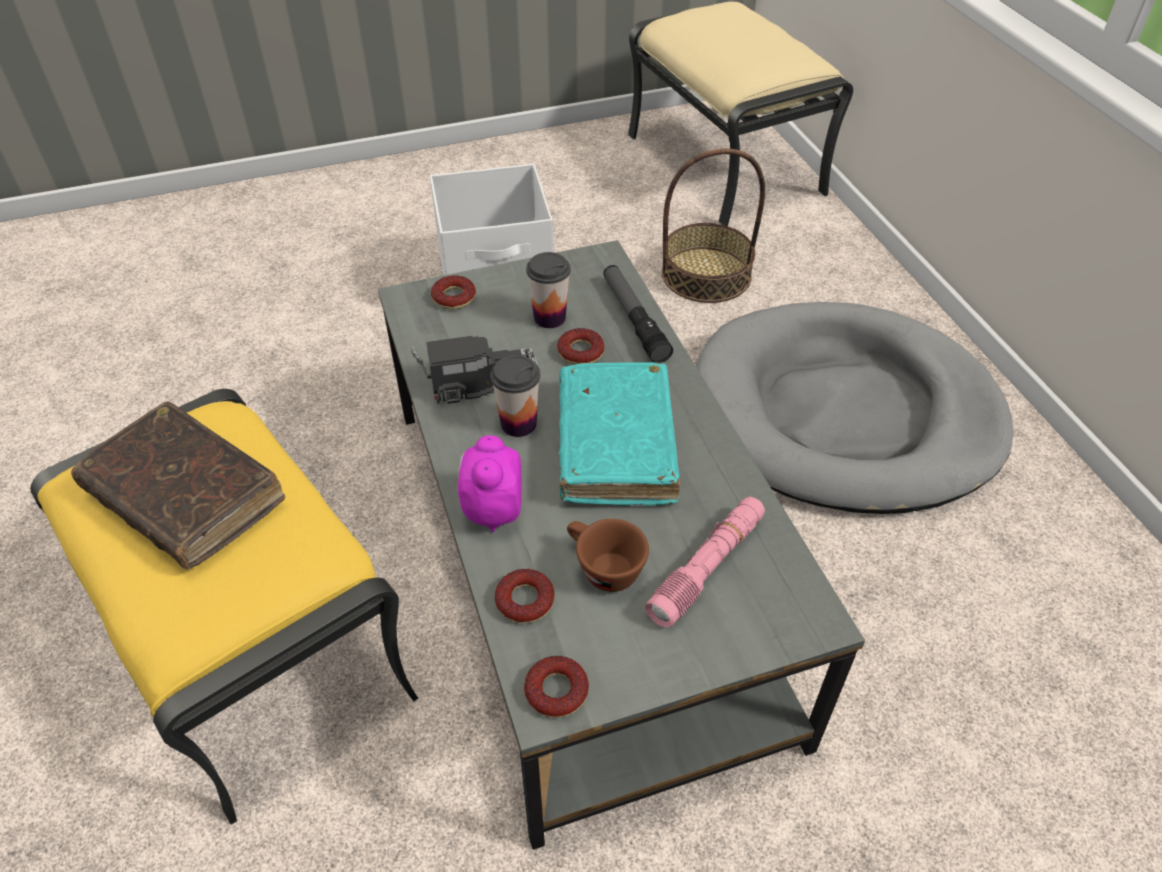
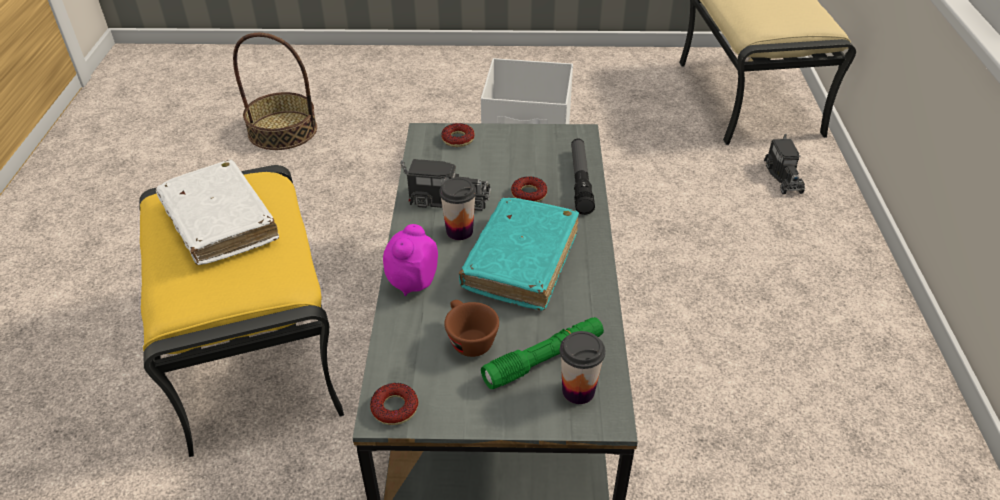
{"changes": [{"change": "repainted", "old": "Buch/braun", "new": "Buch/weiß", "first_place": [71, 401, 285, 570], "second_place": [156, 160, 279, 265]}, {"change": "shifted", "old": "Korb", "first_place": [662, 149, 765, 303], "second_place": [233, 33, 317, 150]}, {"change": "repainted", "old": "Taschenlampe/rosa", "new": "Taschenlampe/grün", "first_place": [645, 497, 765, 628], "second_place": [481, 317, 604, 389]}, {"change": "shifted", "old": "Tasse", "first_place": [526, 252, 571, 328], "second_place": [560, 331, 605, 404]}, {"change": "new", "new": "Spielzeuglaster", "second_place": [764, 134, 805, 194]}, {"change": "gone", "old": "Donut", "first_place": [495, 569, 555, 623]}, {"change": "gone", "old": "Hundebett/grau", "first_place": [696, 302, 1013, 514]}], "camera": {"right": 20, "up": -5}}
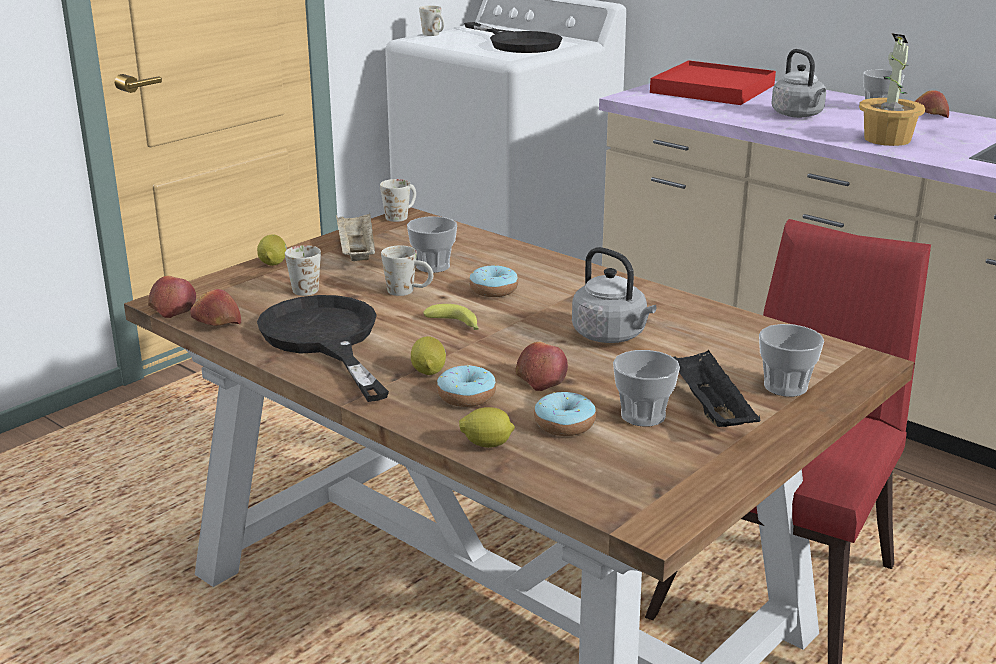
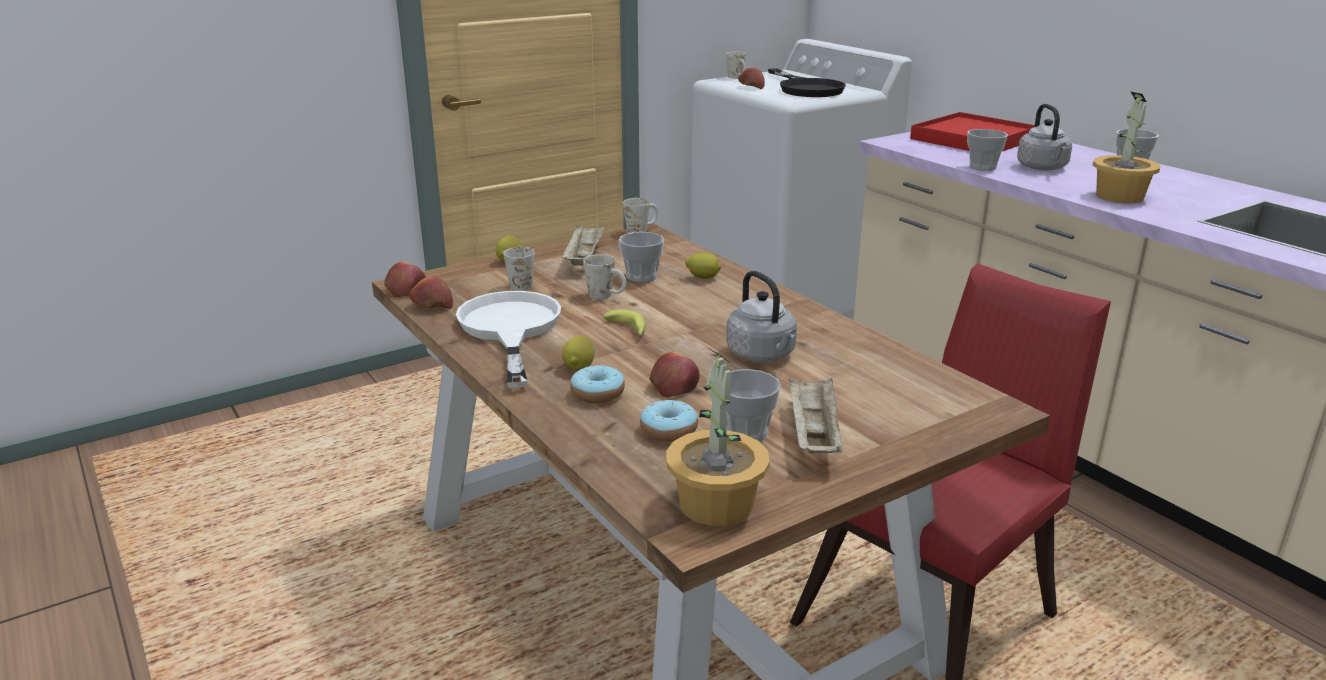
{"changes": [{"change": "repainted", "old": "Pfanne/schwarz", "new": "Pfanne/weiß", "first_place": [257, 295, 389, 402], "second_place": [456, 291, 561, 388]}, {"change": "new", "new": "Topfpflanze", "second_place": [666, 347, 770, 526]}, {"change": "shifted", "old": "Zitrone", "first_place": [459, 407, 515, 448], "second_place": [685, 252, 721, 279]}, {"change": "shifted", "old": "Apfel", "first_place": [915, 90, 949, 118], "second_place": [738, 68, 765, 89]}, {"change": "repainted", "old": "Tablett/schwarz", "new": "Tablett/beige", "first_place": [673, 349, 761, 427], "second_place": [789, 378, 842, 453]}, {"change": "shifted", "old": "Tasse", "first_place": [759, 324, 824, 397], "second_place": [967, 129, 1008, 171]}, {"change": "gone", "old": "Donut", "first_place": [469, 265, 518, 297]}], "camera": {"right": 15, "up": 0}}
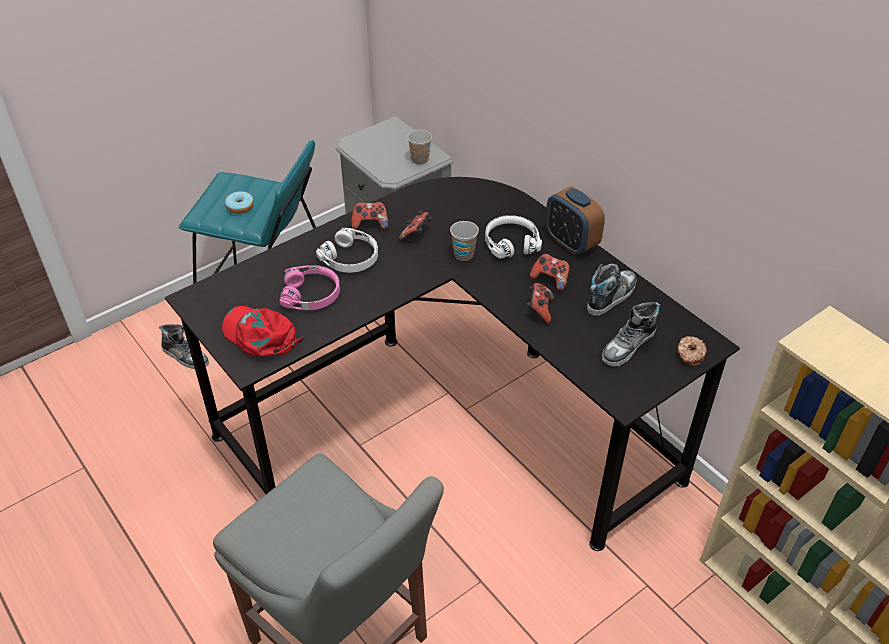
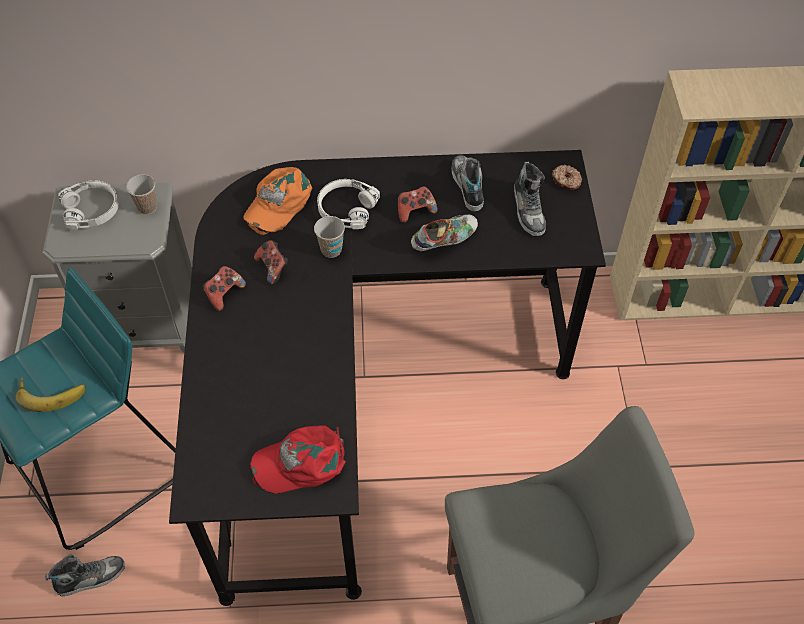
{"changes": [{"change": "swapped", "old": "Donut", "new": "Banane", "first_place": [225, 191, 254, 214], "second_place": [16, 377, 86, 412]}, {"change": "shifted", "old": "Kopfhörer/weiß", "first_place": [316, 228, 378, 273], "second_place": [58, 180, 119, 229]}, {"change": "new", "new": "Kappe/orange", "second_place": [243, 167, 312, 235]}, {"change": "swapped", "old": "Gamepad", "new": "Schuh", "first_place": [527, 283, 554, 324], "second_place": [411, 215, 478, 251]}, {"change": "gone", "old": "Kopfhörer/rosa", "first_place": [279, 265, 340, 310]}, {"change": "gone", "old": "Wecker", "first_place": [545, 187, 605, 255]}], "camera": {"right": -55, "up": 10}}
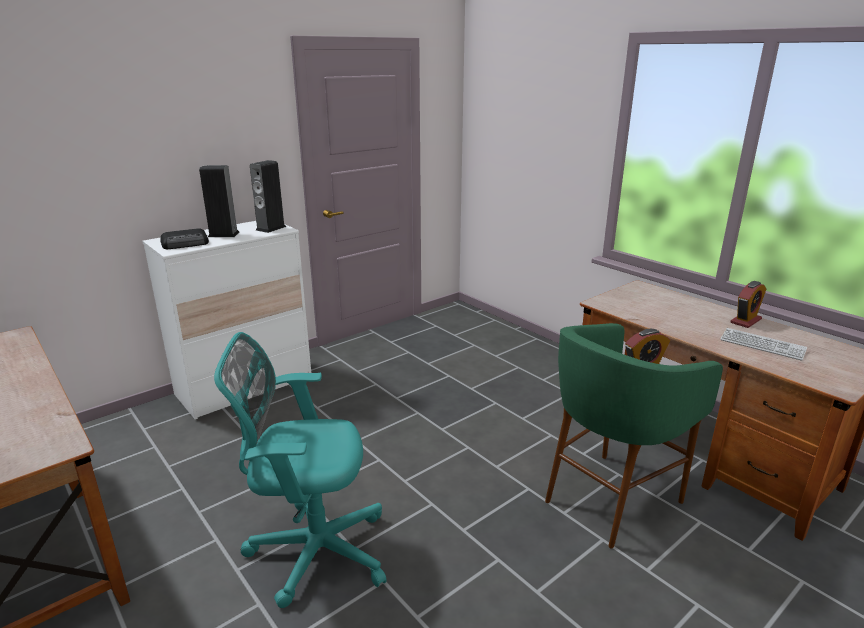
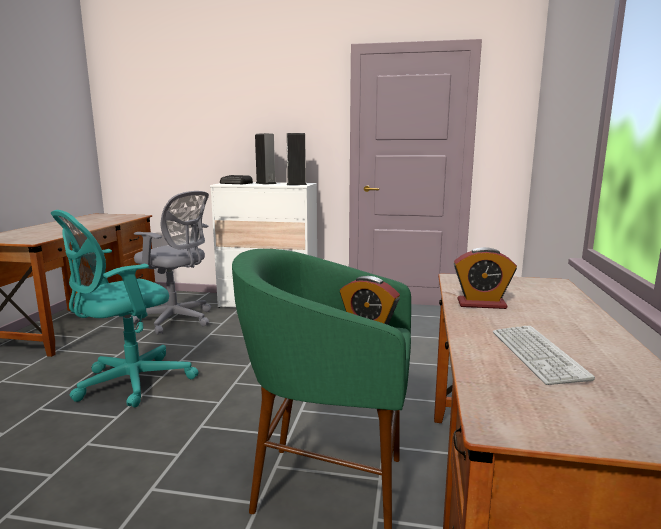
{"changes": [{"change": "rotated", "old": "Bürostuhl/türkis", "first_place": [214, 332, 387, 608], "second_place": [51, 210, 199, 407], "degrees": -90}, {"change": "new", "new": "Bürostuhl/grau", "second_place": [131, 191, 211, 335]}, {"change": "shifted", "old": "Wecker", "first_place": [730, 281, 766, 328], "second_place": [454, 247, 517, 309]}], "camera": {"right": 50, "up": -10}}
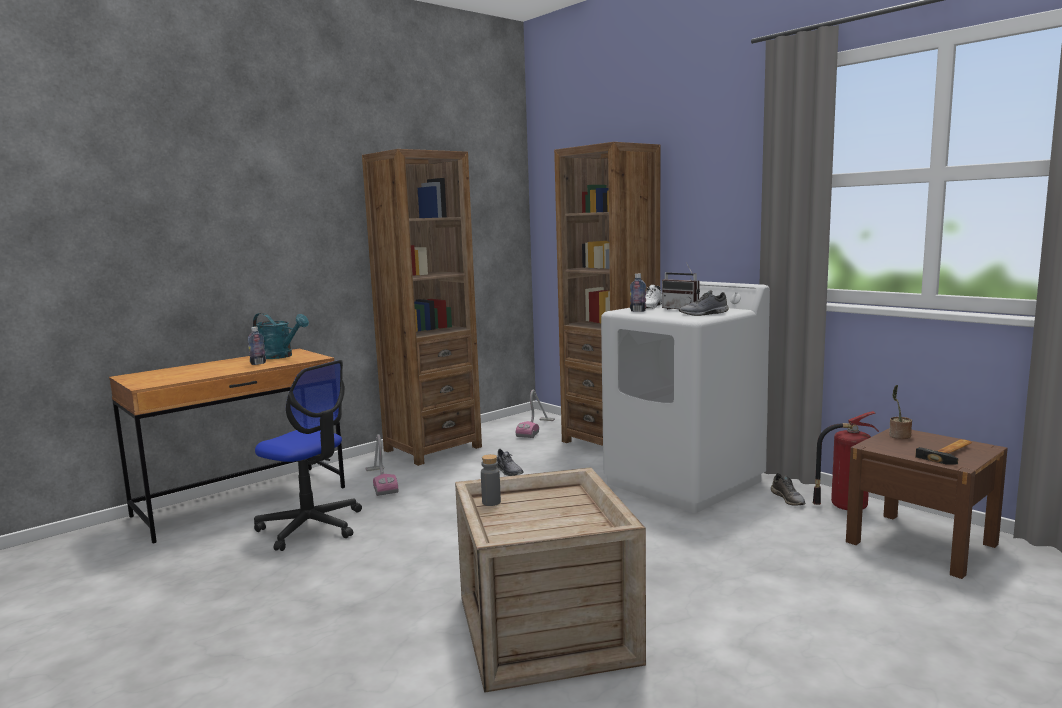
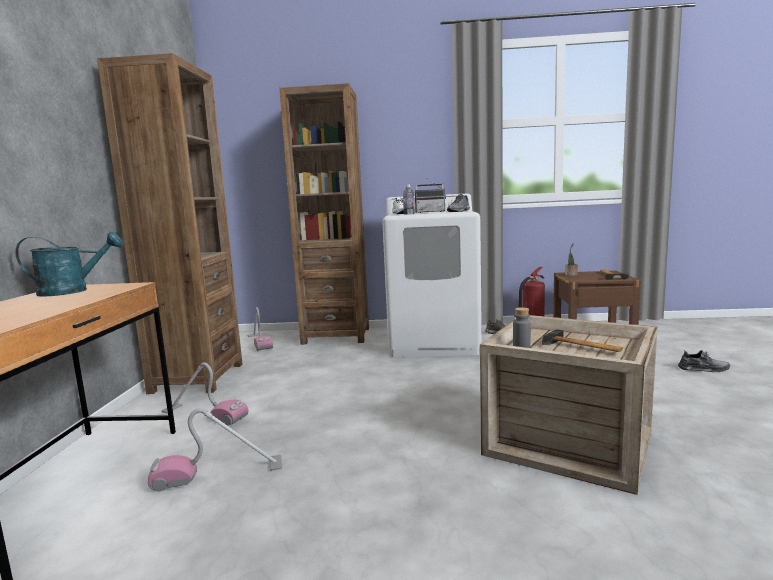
{"changes": [{"change": "swapped", "old": "Bürostuhl", "new": "Staubsauger", "first_place": [254, 360, 362, 551], "second_place": [148, 408, 282, 491]}, {"change": "new", "new": "Hammer", "second_place": [542, 329, 623, 352]}, {"change": "shifted", "old": "Schuh/grau", "first_place": [496, 449, 524, 476], "second_place": [678, 350, 730, 372]}, {"change": "gone", "old": "Flasche", "first_place": [248, 327, 266, 365]}], "camera": {"right": -45, "up": 0}}
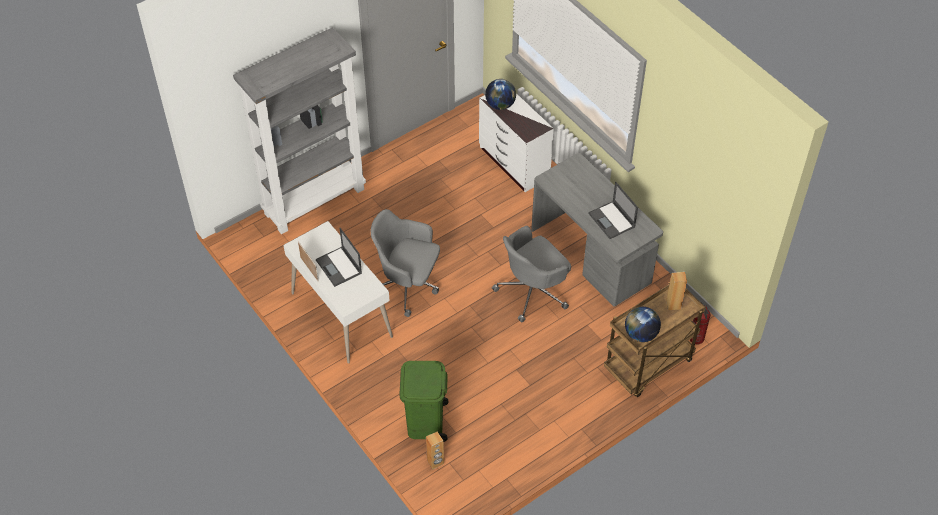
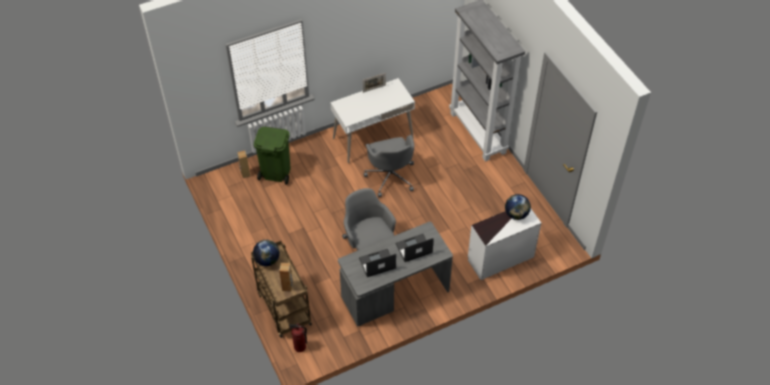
{"changes": [{"change": "rotated", "old": "Bürostuhl/grau", "first_place": [371, 209, 440, 317], "second_place": [363, 135, 415, 197], "degrees": 135}, {"change": "shifted", "old": "Laptop", "first_place": [316, 228, 362, 287], "second_place": [395, 234, 434, 262]}], "camera": {"right": 100, "up": 0}}
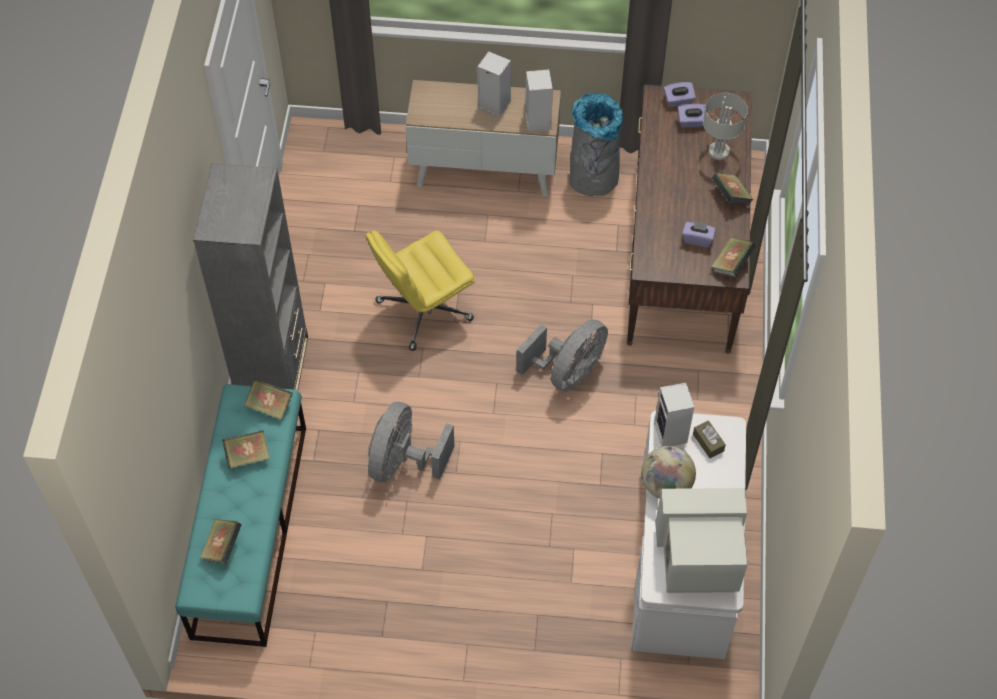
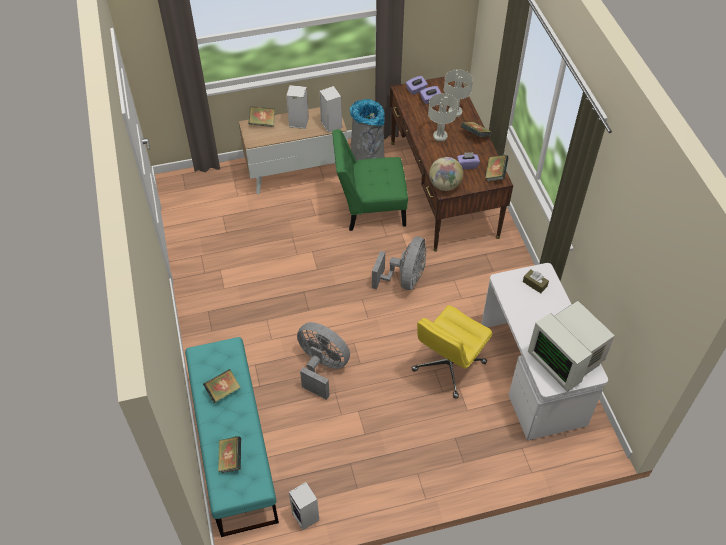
{"changes": [{"change": "shifted", "old": "Buch", "first_place": [244, 379, 293, 420], "second_place": [249, 106, 275, 127]}, {"change": "shifted", "old": "Lautsprecher", "first_place": [654, 383, 694, 447], "second_place": [289, 482, 319, 530]}, {"change": "rotated", "old": "Ventilator/grau", "first_place": [368, 402, 455, 482], "second_place": [297, 322, 350, 400], "degrees": 120}, {"change": "new", "new": "Stuhl/grün", "second_place": [332, 129, 408, 231]}, {"change": "shifted", "old": "Bürostuhl/gelb", "first_place": [366, 230, 475, 351], "second_place": [412, 305, 492, 399]}, {"change": "new", "new": "Tischlampe/grau", "second_place": [428, 93, 458, 141]}, {"change": "shifted", "old": "Globus", "first_place": [641, 446, 696, 499], "second_place": [429, 157, 463, 191]}, {"change": "rotated", "old": "Monitor", "first_place": [655, 488, 748, 593], "second_place": [528, 301, 615, 392], "degrees": -105}, {"change": "gone", "old": "Bücherregal/grau", "first_place": [193, 163, 308, 390]}], "camera": {"right": -20, "up": -5}}
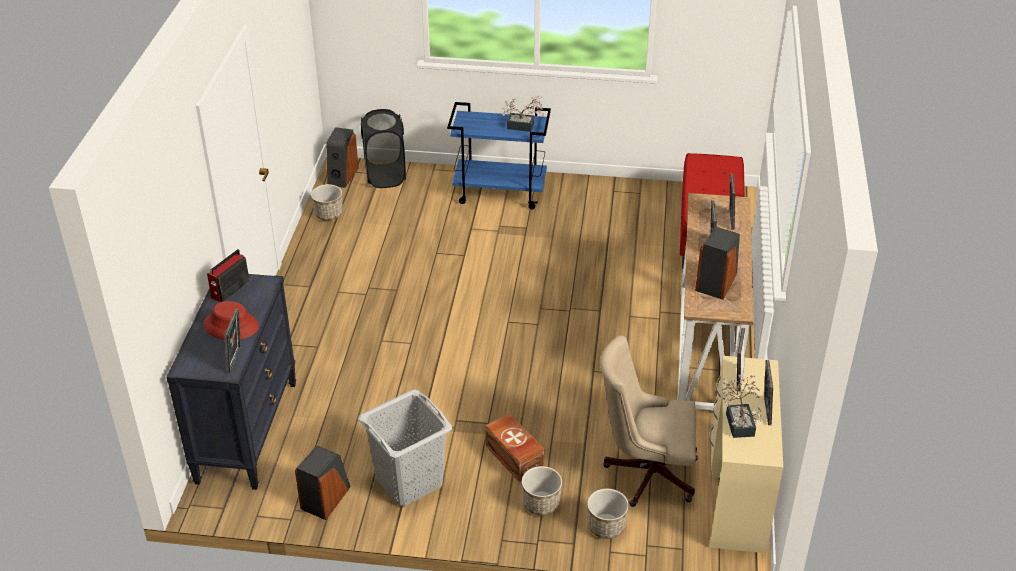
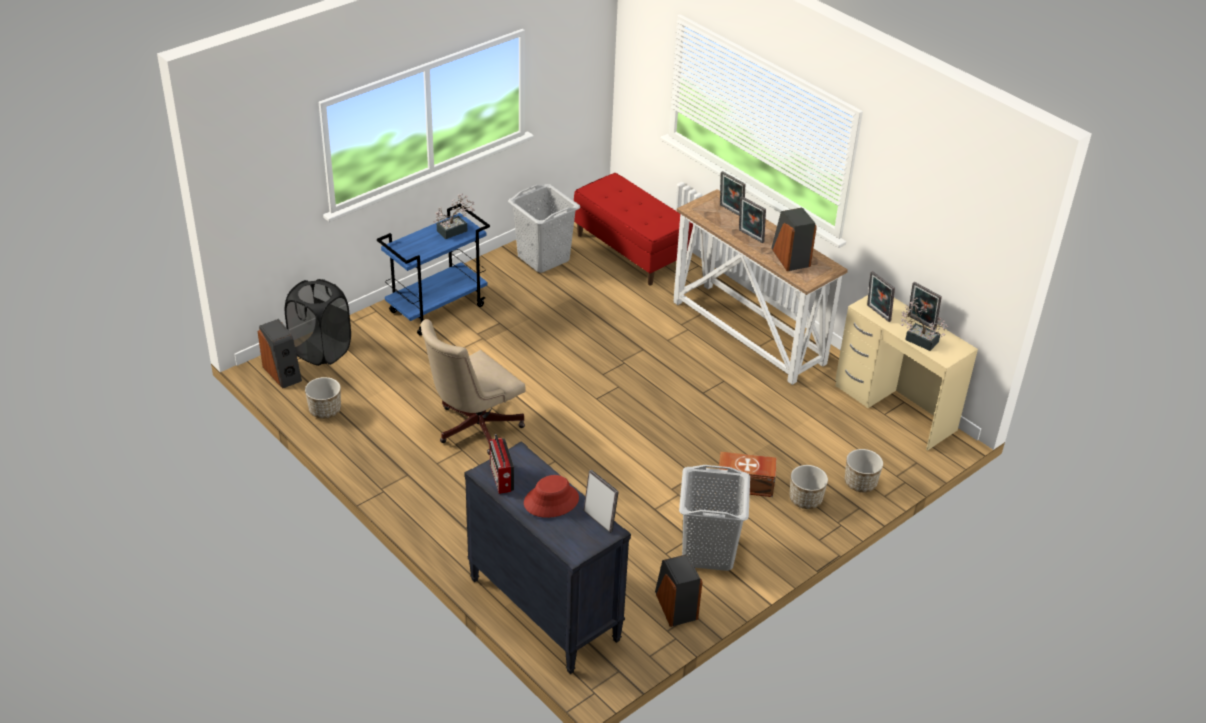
{"changes": [{"change": "shifted", "old": "Bürostuhl/beige", "first_place": [600, 335, 698, 507], "second_place": [421, 319, 526, 455]}, {"change": "new", "new": "Wäschekorb/grau", "second_place": [508, 184, 580, 273]}], "camera": {"right": -50, "up": 0}}
